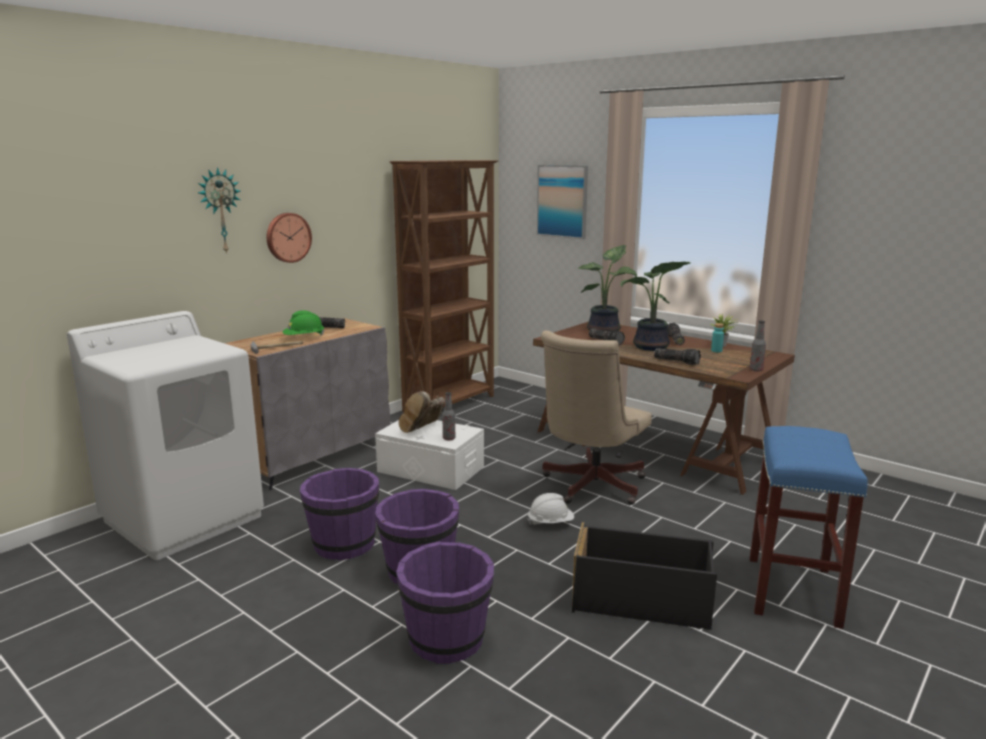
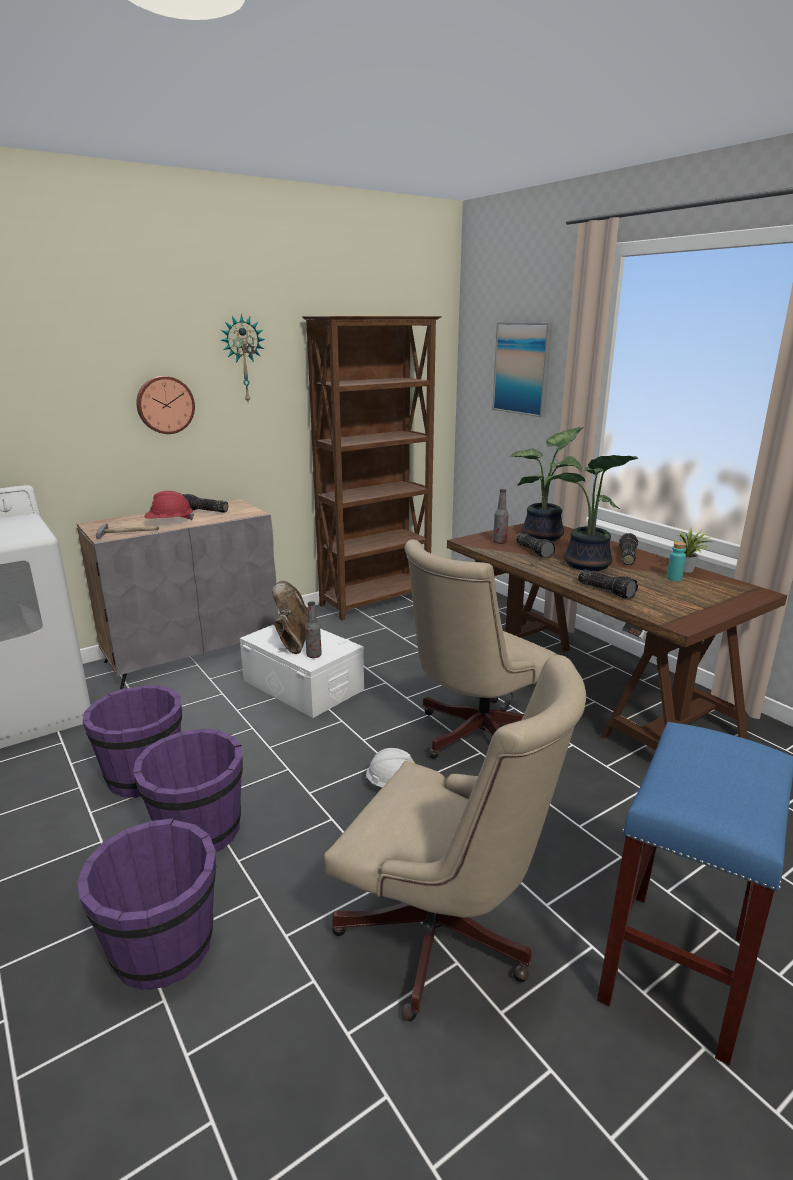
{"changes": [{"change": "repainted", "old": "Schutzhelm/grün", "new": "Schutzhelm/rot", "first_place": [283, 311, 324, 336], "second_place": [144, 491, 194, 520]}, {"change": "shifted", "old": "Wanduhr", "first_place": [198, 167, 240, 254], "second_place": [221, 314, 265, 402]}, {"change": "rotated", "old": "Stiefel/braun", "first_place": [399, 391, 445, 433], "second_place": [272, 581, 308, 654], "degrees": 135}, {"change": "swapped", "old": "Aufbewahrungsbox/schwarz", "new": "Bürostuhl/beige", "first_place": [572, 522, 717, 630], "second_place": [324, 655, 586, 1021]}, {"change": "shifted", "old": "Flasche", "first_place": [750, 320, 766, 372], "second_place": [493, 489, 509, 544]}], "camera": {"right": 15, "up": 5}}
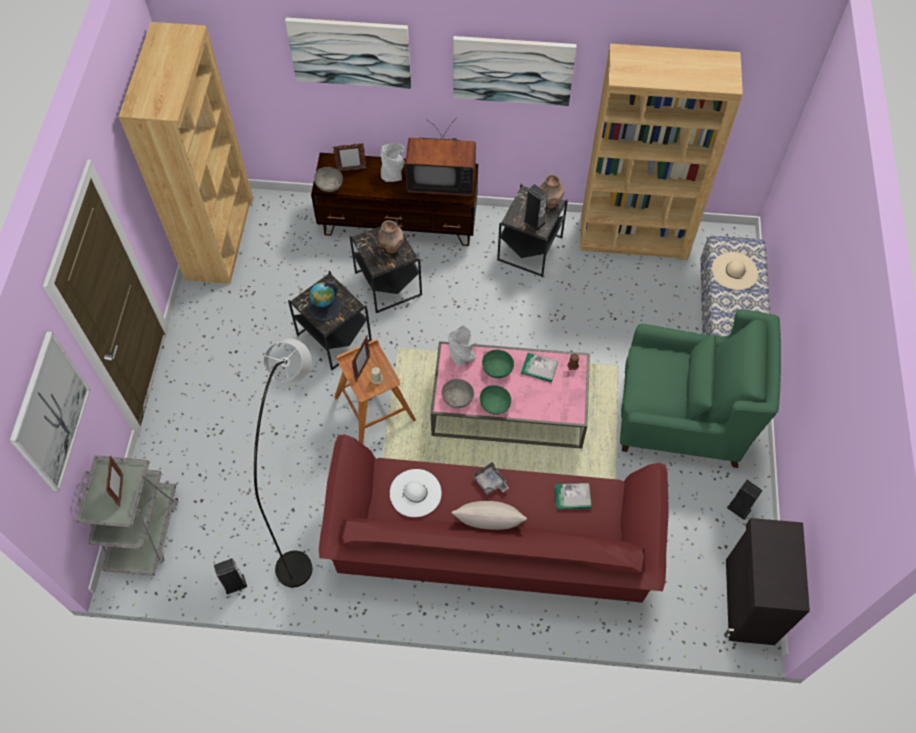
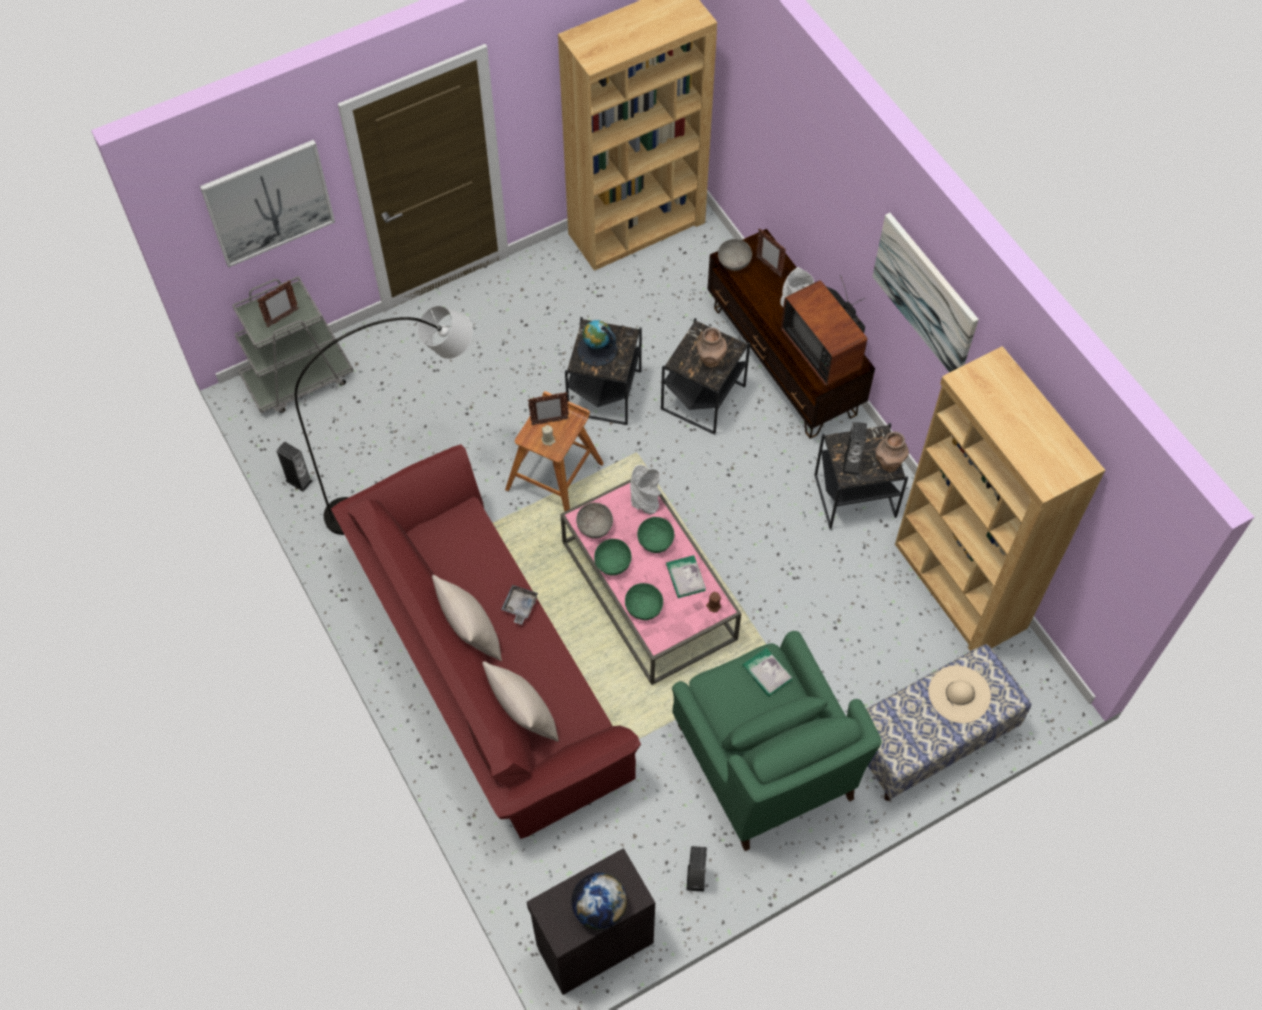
{"changes": [{"change": "new", "new": "Kissen/beige", "second_place": [482, 661, 559, 742]}, {"change": "new", "new": "Globus", "second_place": [571, 873, 627, 930]}, {"change": "new", "new": "Schüssel/grün", "second_place": [625, 583, 663, 620]}, {"change": "shifted", "old": "Buch", "first_place": [555, 483, 592, 509], "second_place": [742, 648, 792, 697]}, {"change": "gone", "old": "Bild", "first_place": [285, 17, 411, 89]}, {"change": "gone", "old": "Hut/weiß", "first_place": [390, 469, 442, 517]}], "camera": {"right": 55, "up": 0}}
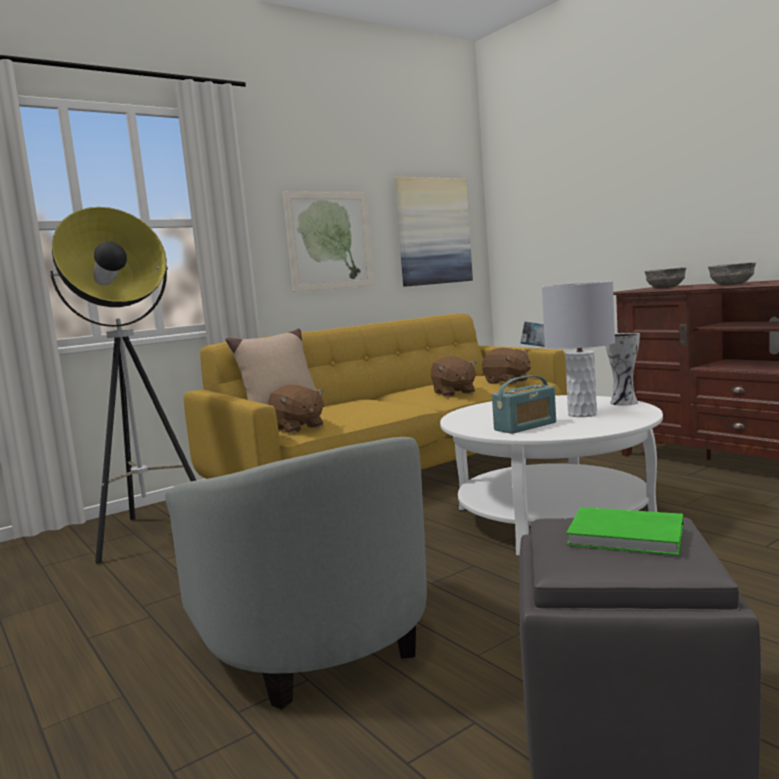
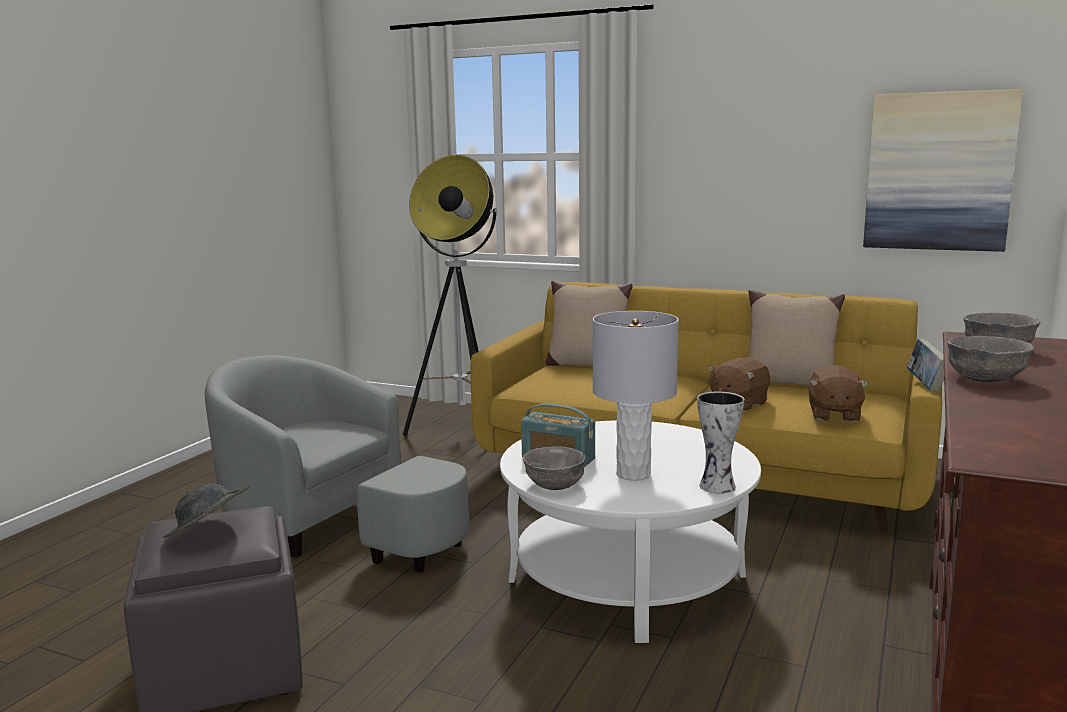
{"changes": [{"change": "swapped", "old": "Buch/grün", "new": "Hut/grau", "first_place": [566, 507, 683, 556], "second_place": [163, 483, 250, 538]}, {"change": "rotated", "old": "Sessel/grau", "first_place": [165, 437, 427, 709], "second_place": [204, 355, 469, 573], "degrees": 90}, {"change": "new", "new": "Schüssel/grau", "second_place": [523, 446, 586, 490]}, {"change": "new", "new": "Kissen/beige", "second_place": [748, 290, 845, 386]}, {"change": "gone", "old": "Plüschtier/braun", "first_place": [268, 385, 324, 433]}, {"change": "gone", "old": "Bild", "first_place": [283, 192, 374, 292]}], "camera": {"right": 60, "up": 5}}
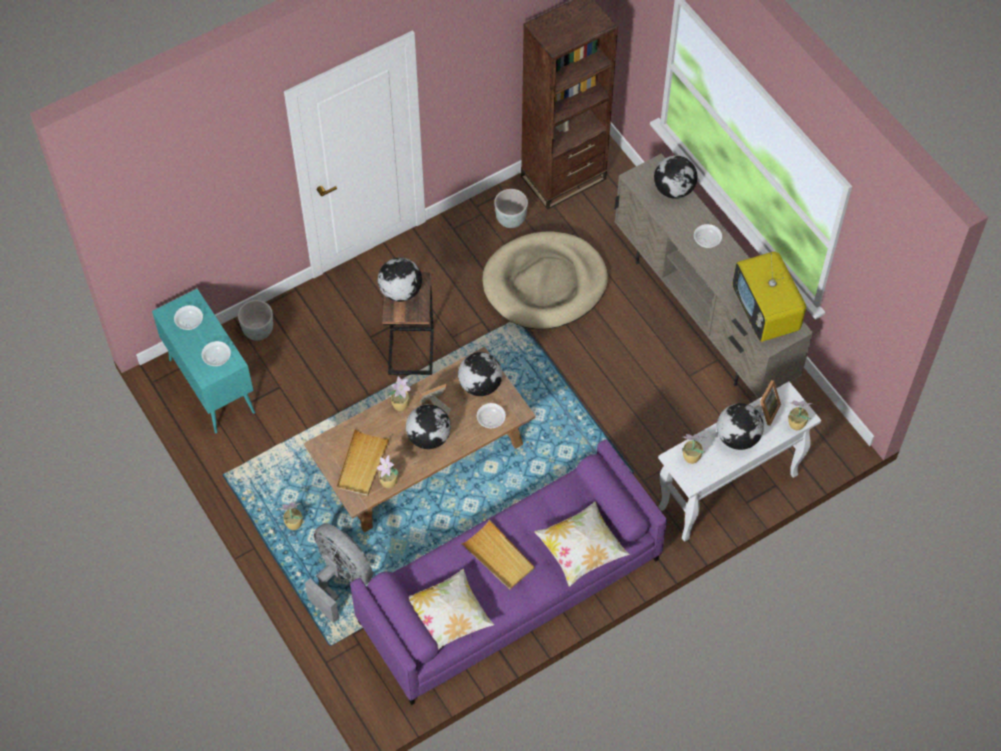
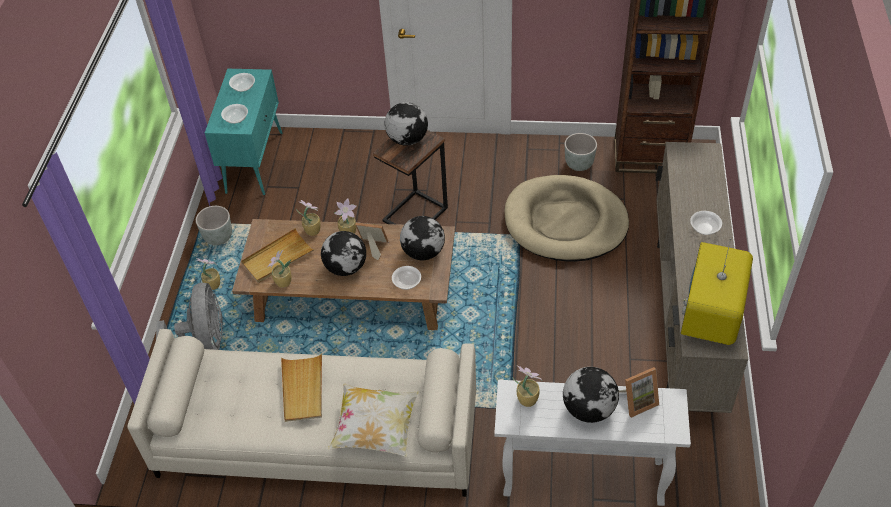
{"changes": [{"change": "repainted", "old": "Sofa/lila", "new": "Sofa/beige", "first_place": [350, 439, 667, 705], "second_place": [127, 329, 476, 497]}, {"change": "shifted", "old": "Pflanzkübel/grau", "first_place": [238, 300, 273, 341], "second_place": [196, 206, 232, 245]}, {"change": "shifted", "old": "Topfpflanze", "first_place": [788, 401, 812, 430], "second_place": [296, 200, 321, 236]}, {"change": "gone", "old": "Kissen", "first_place": [409, 569, 494, 650]}, {"change": "gone", "old": "Globus", "first_place": [654, 155, 697, 199]}], "camera": {"right": 40, "up": -10}}
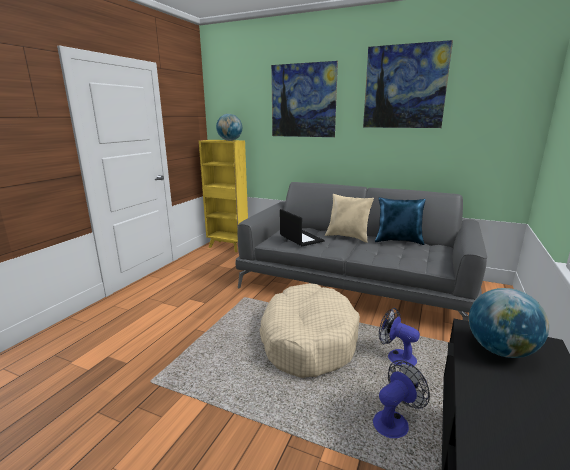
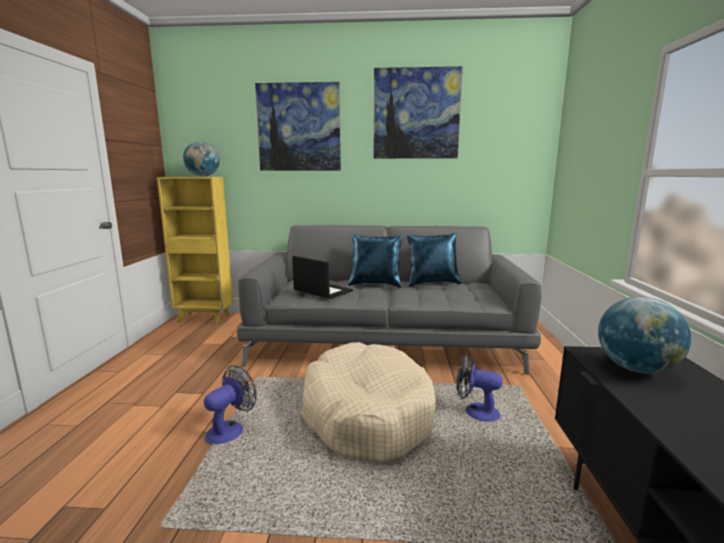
{"changes": [{"change": "shifted", "old": "Ventilator", "first_place": [373, 360, 430, 438], "second_place": [204, 365, 257, 445]}, {"change": "repainted", "old": "Kissen/beige", "new": "Kissen/blau", "first_place": [325, 194, 374, 243], "second_place": [348, 234, 403, 288]}], "camera": {"right": -20, "up": -5}}
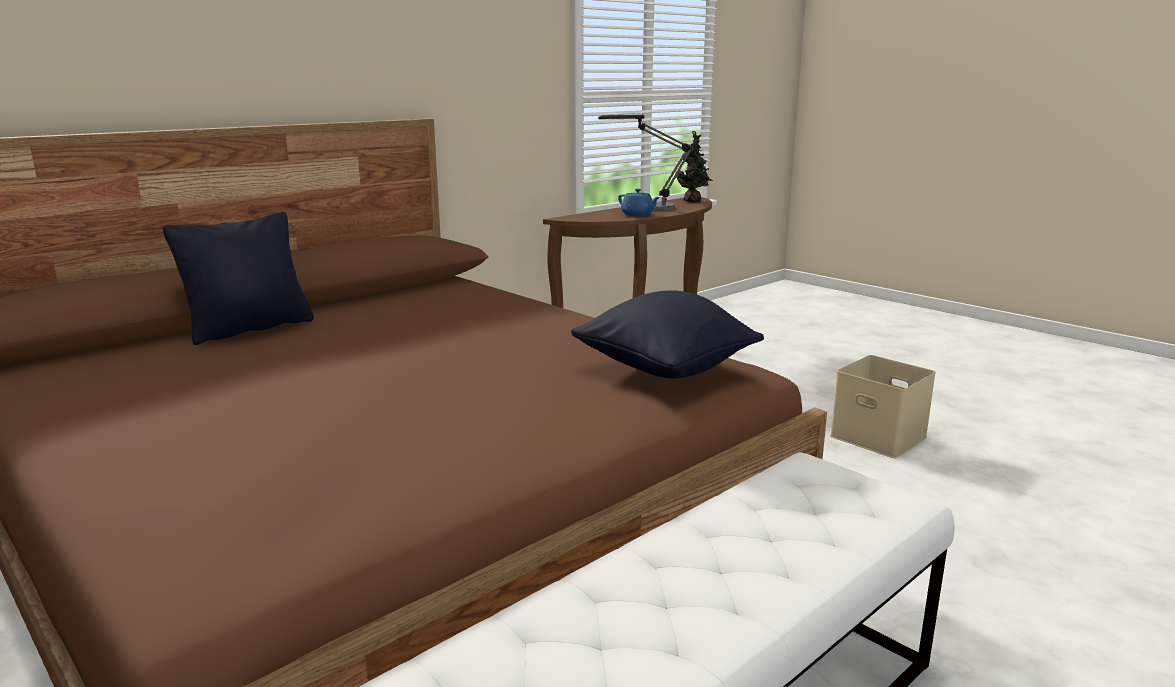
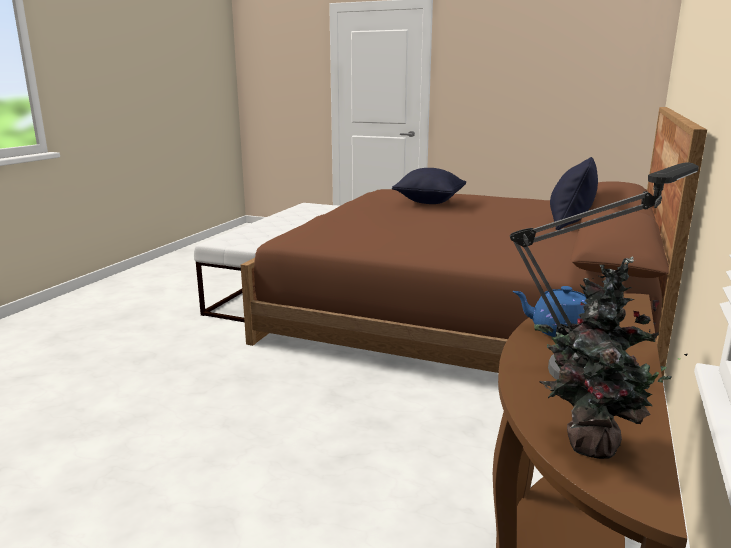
{"changes": [{"change": "shifted", "old": "Kissen/schwarz", "first_place": [571, 290, 764, 378], "second_place": [392, 168, 466, 204]}, {"change": "gone", "old": "Aufbewahrungsbox/beige", "first_place": [830, 355, 936, 458]}], "camera": {"right": 155, "up": 0}}
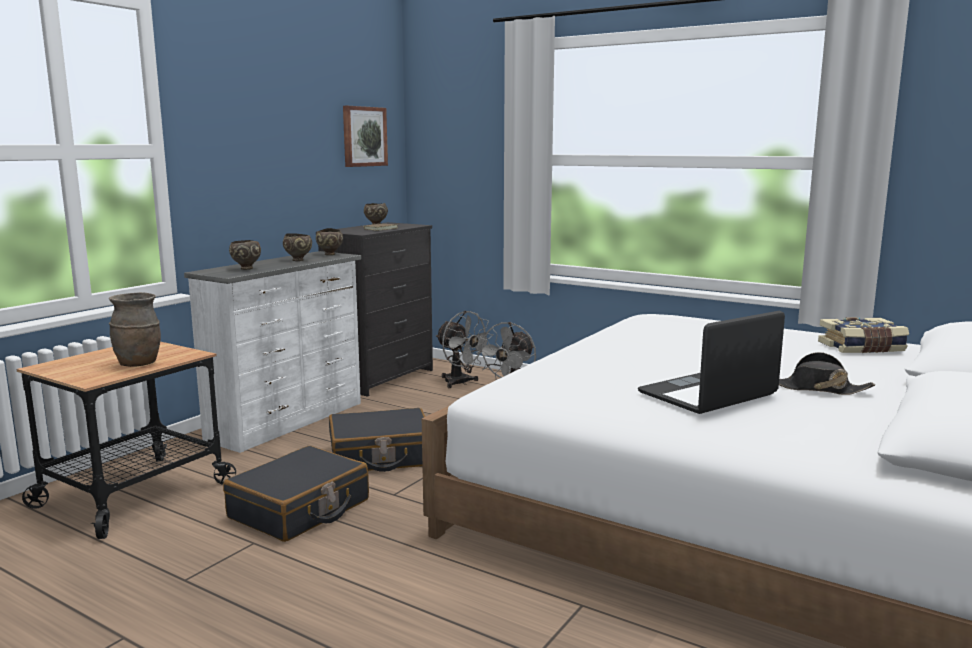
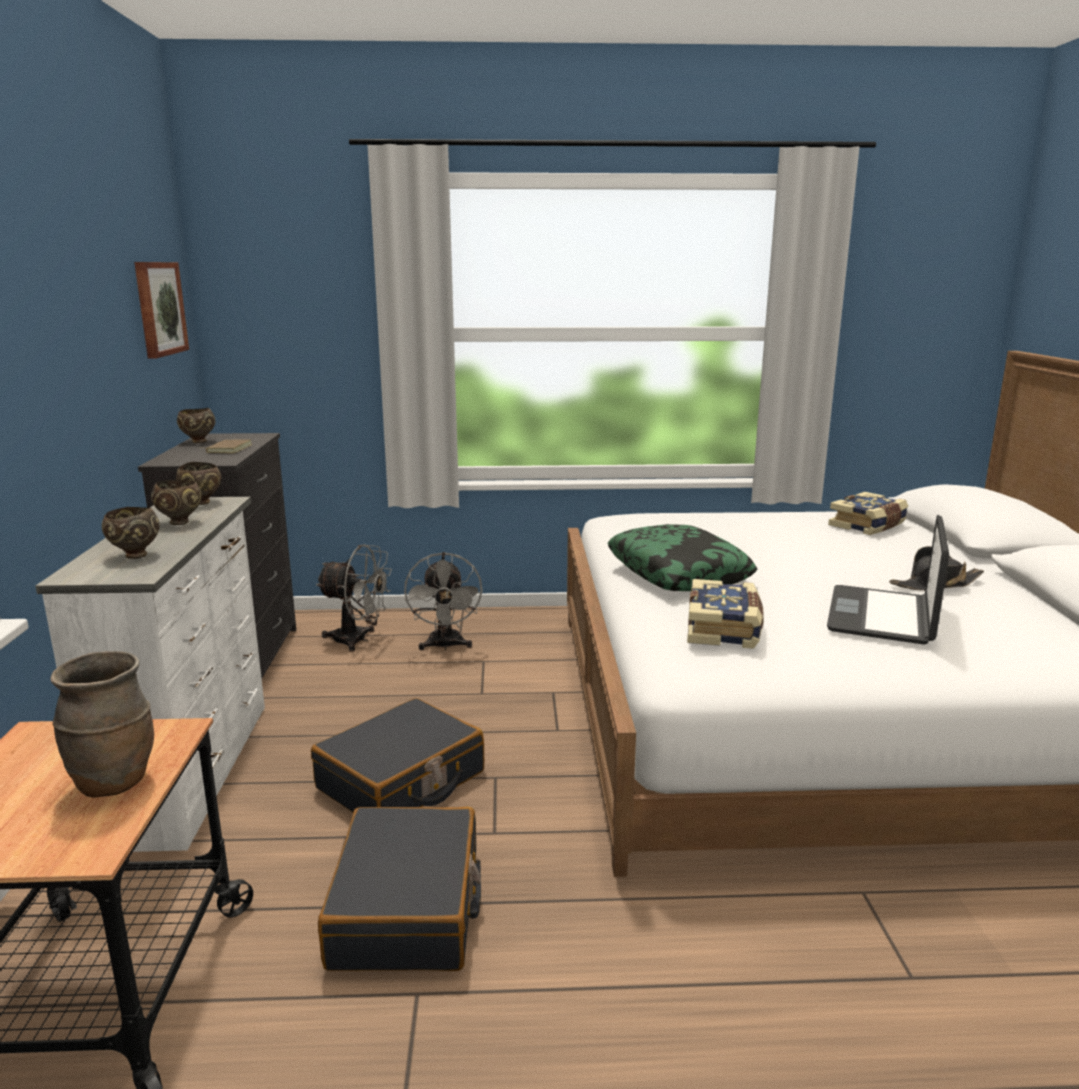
{"changes": [{"change": "new", "new": "Kissen", "second_place": [607, 524, 757, 591]}, {"change": "new", "new": "Buch", "second_place": [687, 579, 764, 649]}], "camera": {"right": -35, "up": 5}}
